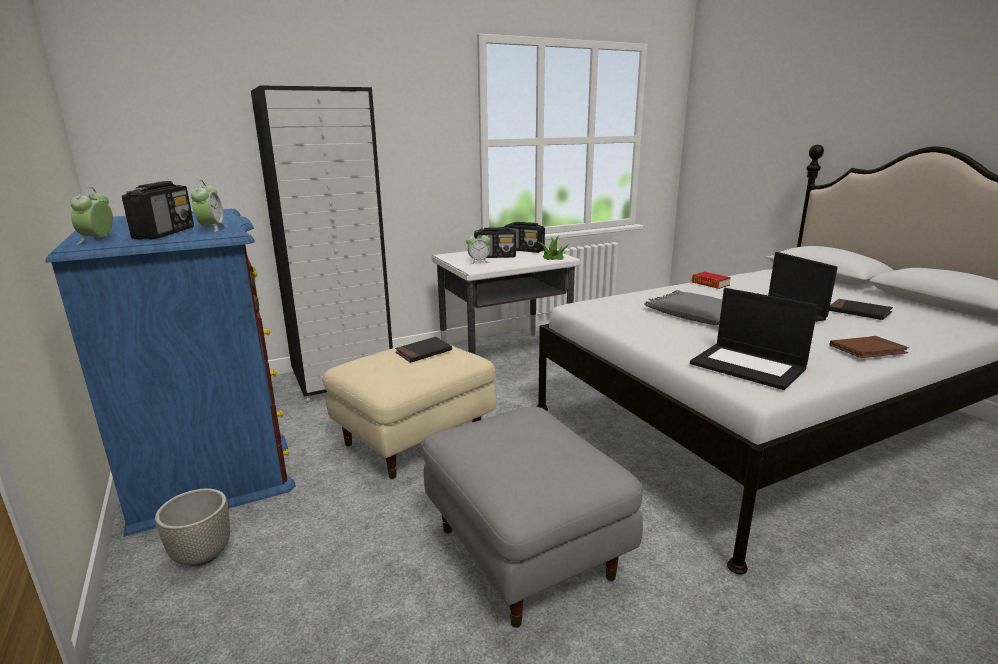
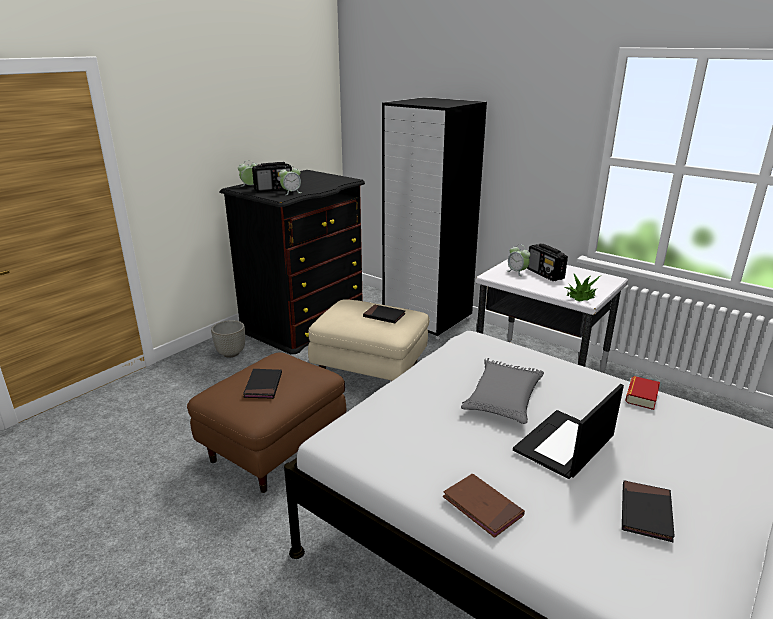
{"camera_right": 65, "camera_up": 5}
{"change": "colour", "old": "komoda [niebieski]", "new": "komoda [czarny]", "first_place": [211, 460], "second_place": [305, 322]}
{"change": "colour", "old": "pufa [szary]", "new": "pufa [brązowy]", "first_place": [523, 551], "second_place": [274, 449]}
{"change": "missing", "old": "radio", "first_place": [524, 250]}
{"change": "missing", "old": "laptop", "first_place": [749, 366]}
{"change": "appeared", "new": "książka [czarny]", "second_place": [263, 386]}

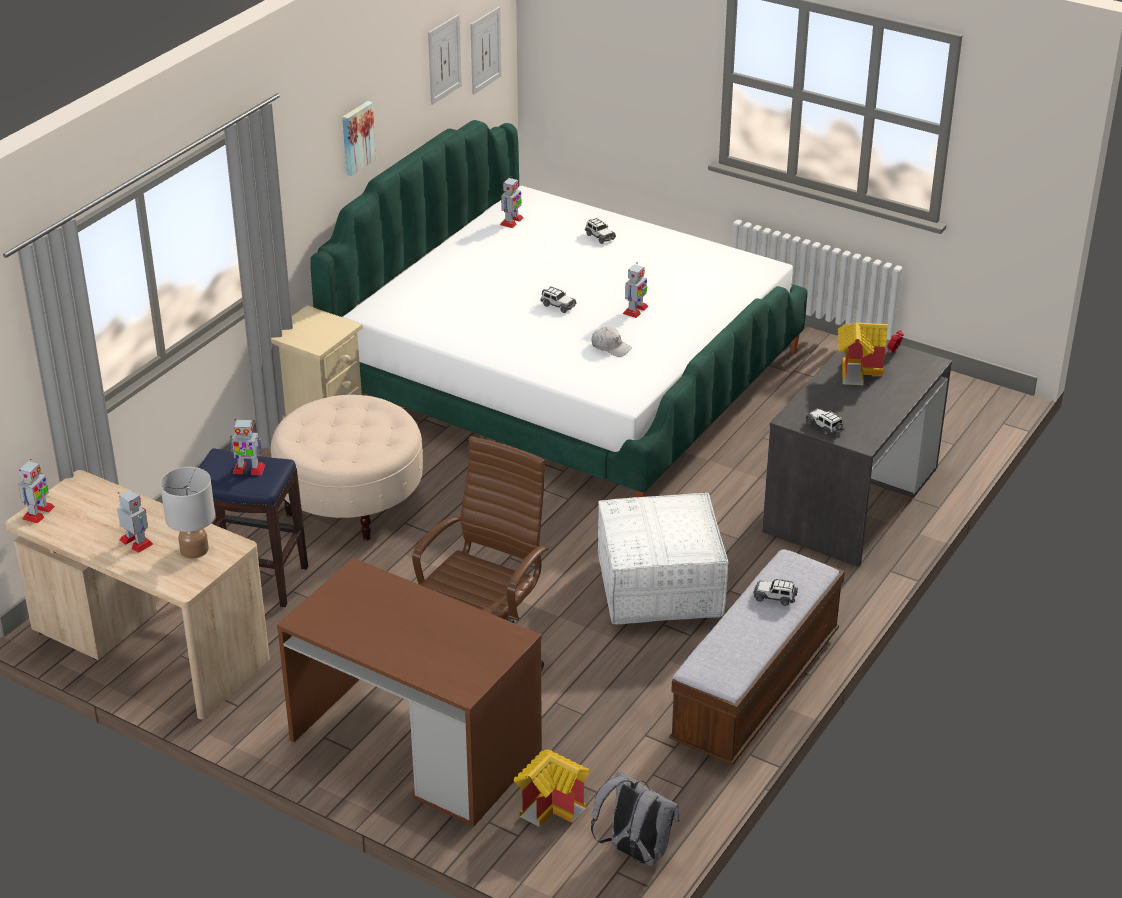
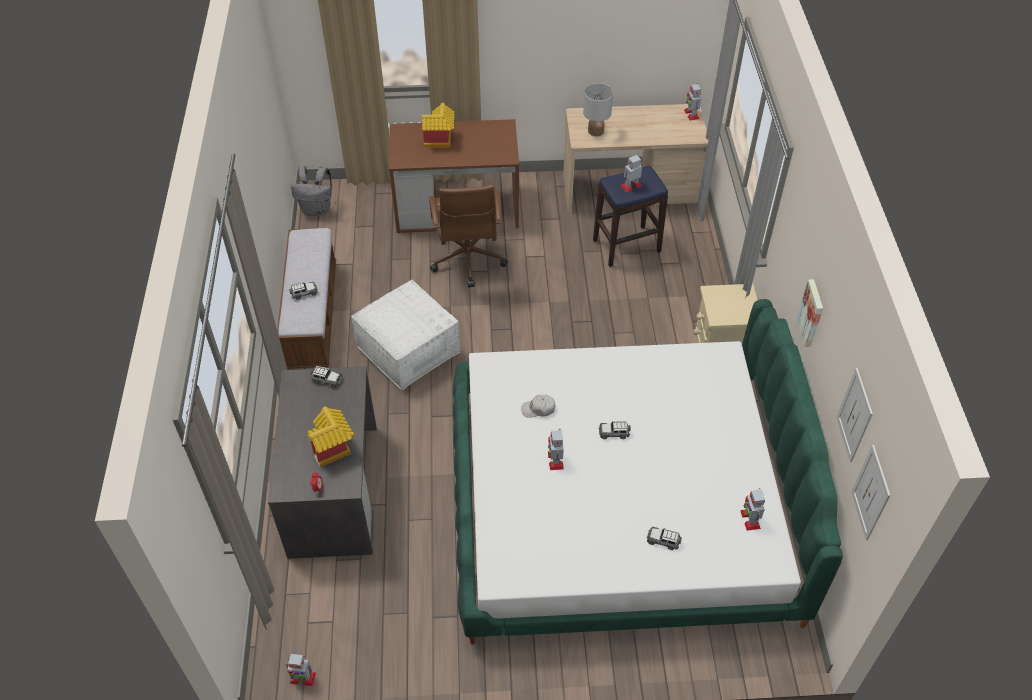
{"camera_right": 145, "camera_up": 15}
{"change": "relocated", "old": "robot zabawkowy", "first_place": [136, 542], "second_place": [302, 678]}
{"change": "missing", "old": "pufa [beżowy]", "first_place": [351, 502]}
{"change": "relocated", "old": "domek", "first_place": [553, 806], "second_place": [439, 141]}

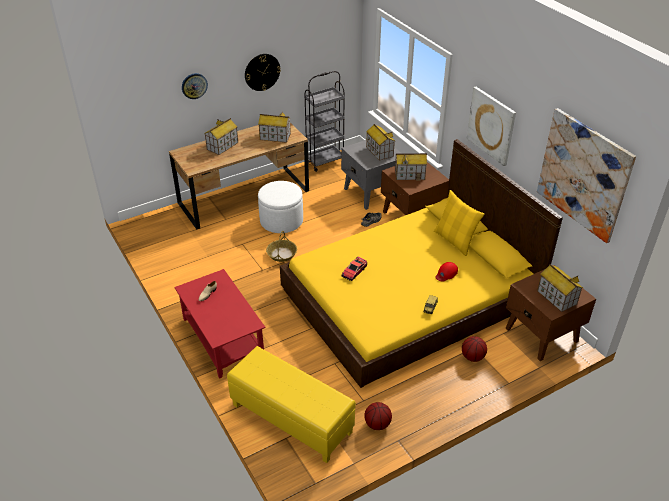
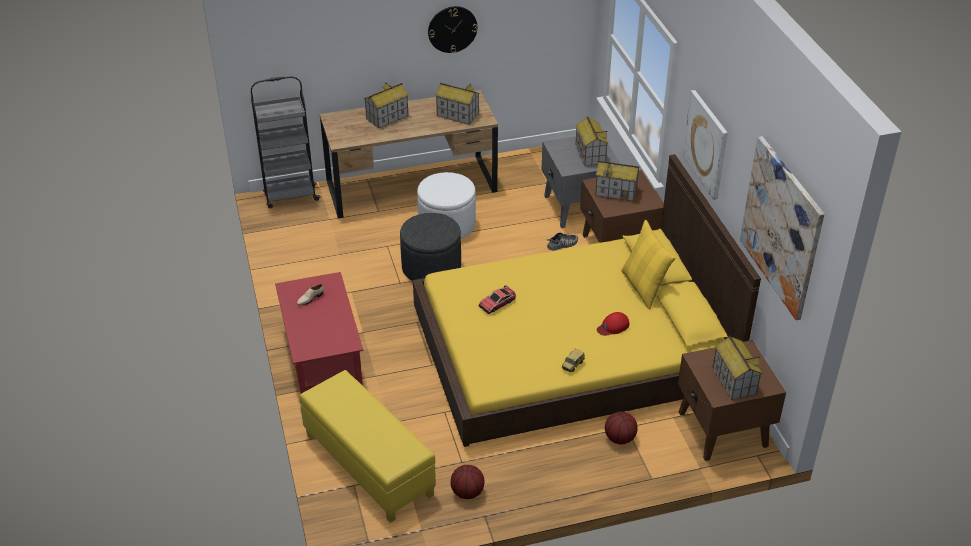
{"camera_right": 15, "camera_up": 0}
{"change": "missing", "old": "zegar ścienny", "first_place": [194, 86]}
{"change": "exchanged", "old": "koszyk", "new": "pufa [szary]", "first_place": [282, 254], "second_place": [431, 267]}
{"change": "relocated", "old": "wózek [szary]", "first_place": [325, 162], "second_place": [291, 197]}

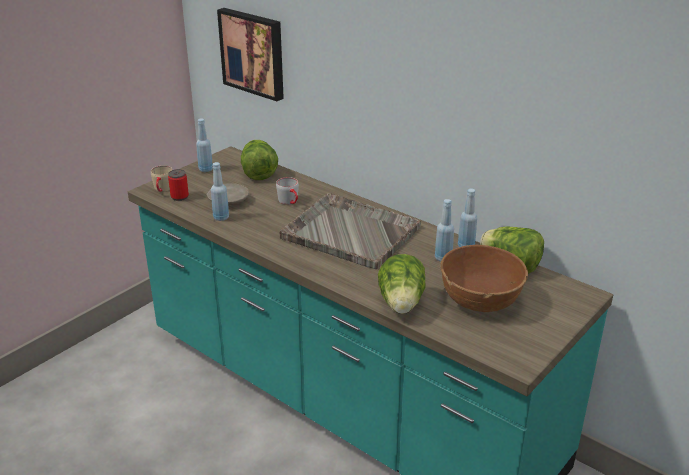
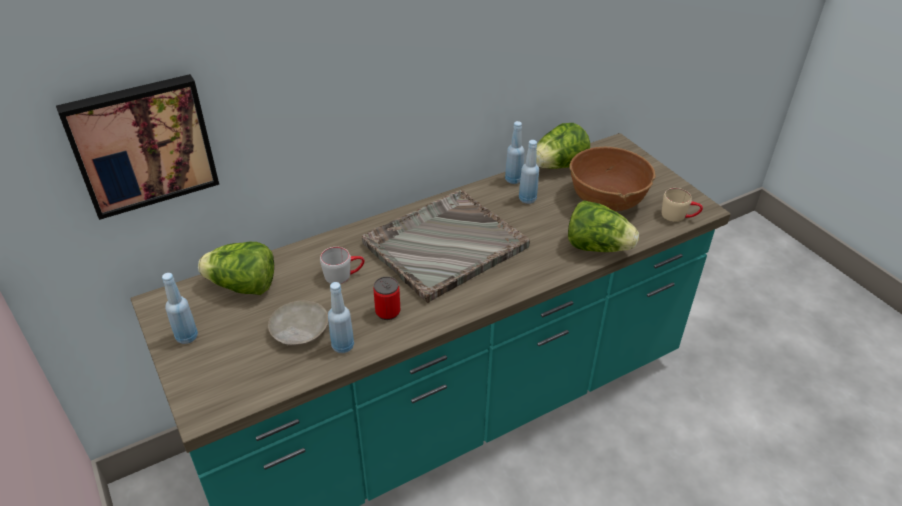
{"camera_right": -70, "camera_up": 10}
{"change": "relocated", "old": "kubek [beżowy]", "first_place": [163, 190], "second_place": [679, 216]}
{"change": "relocated", "old": "puszka", "first_place": [179, 197], "second_place": [387, 312]}

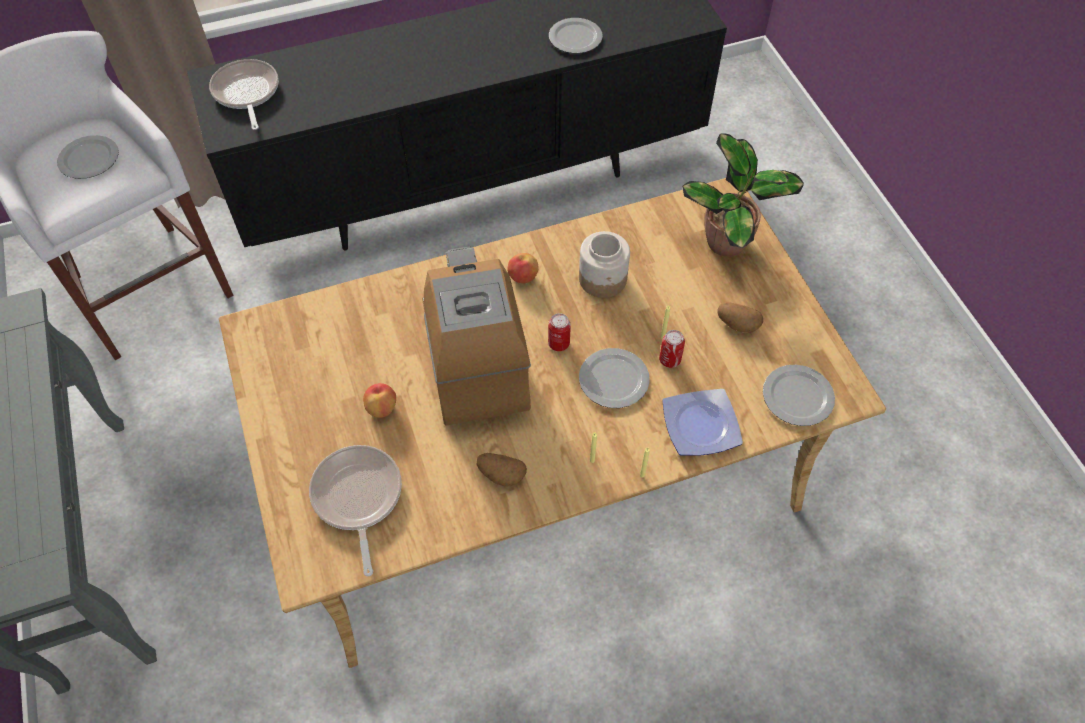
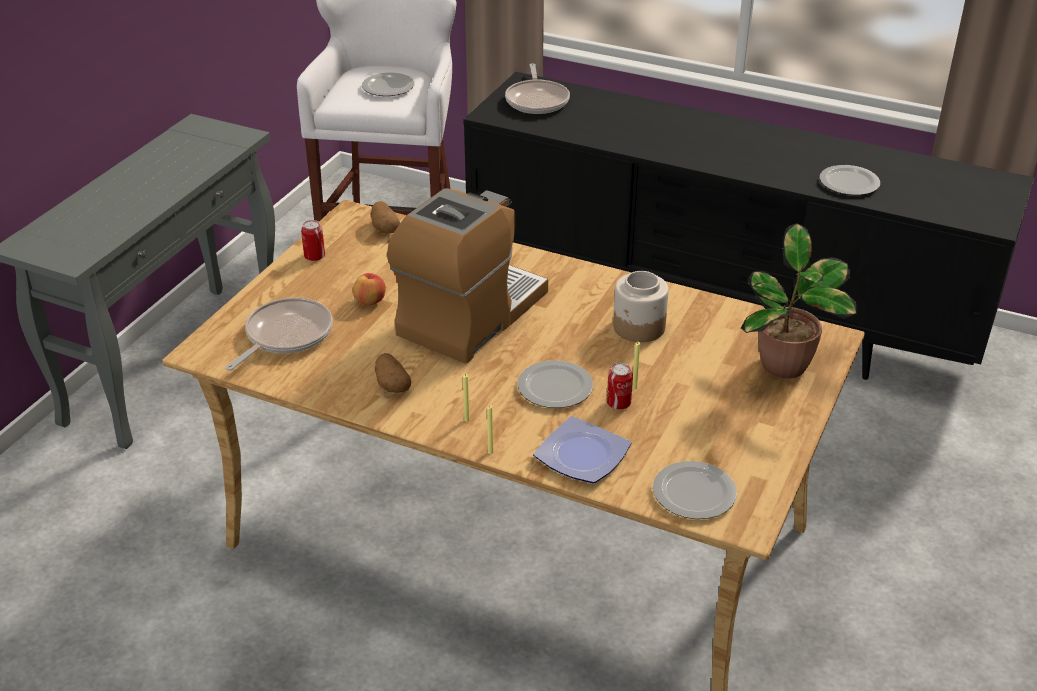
{"camera_right": 45, "camera_up": -20}
{"change": "spun", "old": "patelnia", "first_place": [246, 93], "second_place": [537, 100], "degrees": 150}
{"change": "missing", "old": "jabłko", "first_place": [523, 277]}
{"change": "relocated", "old": "puszka", "first_place": [558, 343], "second_place": [314, 256]}
{"change": "relocated", "old": "ziemniak", "first_place": [737, 324], "second_place": [384, 228]}

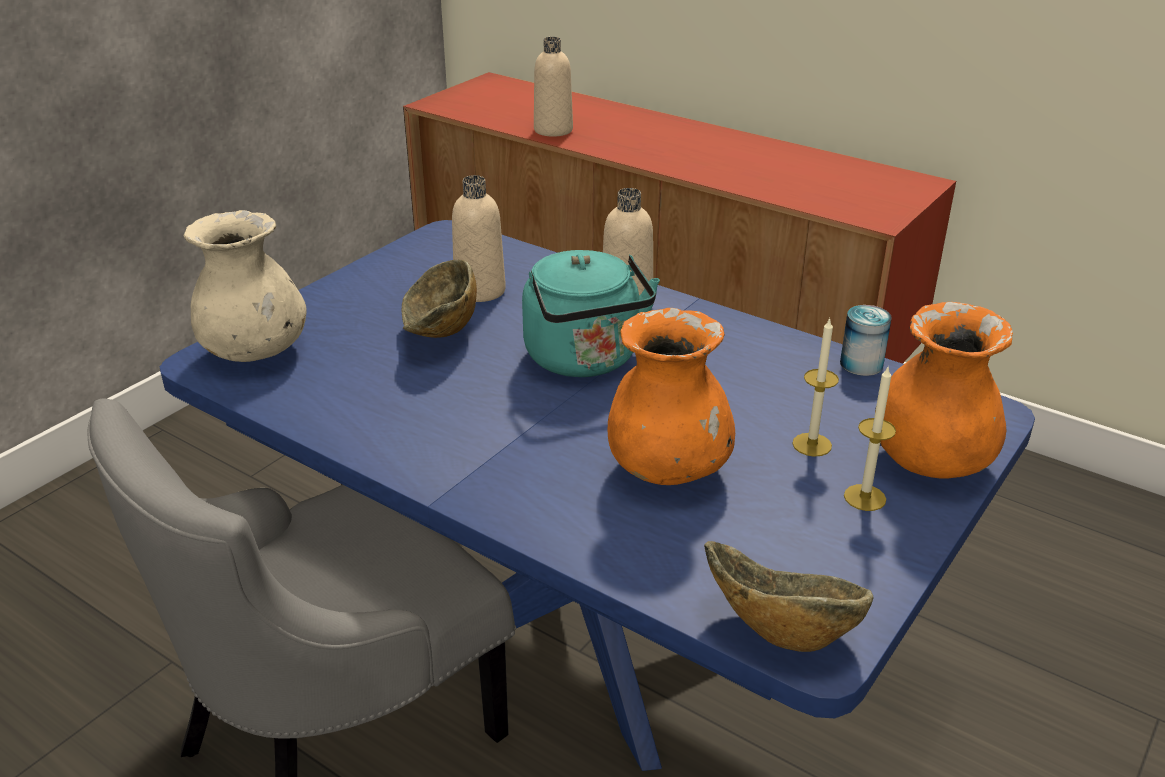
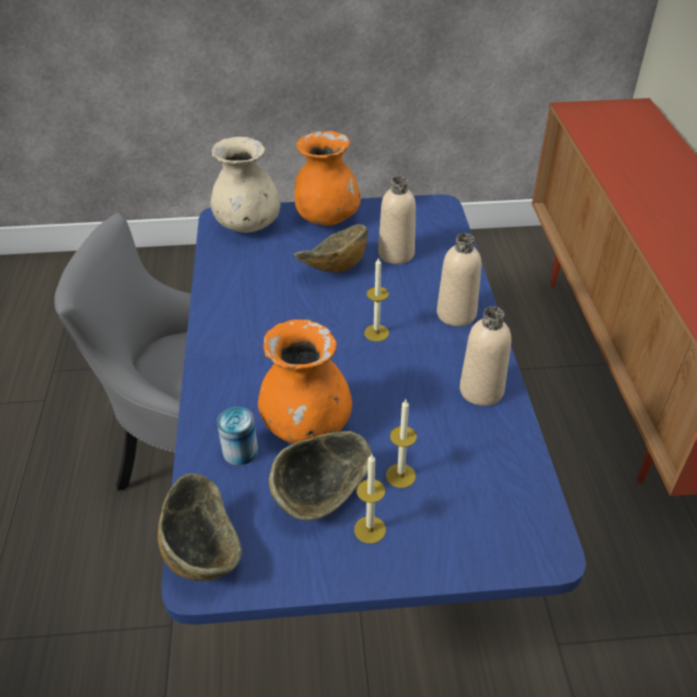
{"camera_right": 50, "camera_up": 10}
{"change": "exchanged", "old": "czajnik [turkusowy]", "new": "świeca", "first_place": [585, 360], "second_place": [376, 333]}
{"change": "relocated", "old": "butelka [beżowy]", "first_place": [553, 130], "second_place": [481, 391]}
{"change": "relocated", "old": "puszka", "first_place": [861, 364], "second_place": [240, 451]}
{"change": "relocated", "old": "wazon [pomarańczowy]", "first_place": [931, 462], "second_place": [327, 218]}
{"change": "appeared", "new": "miska", "second_place": [320, 497]}

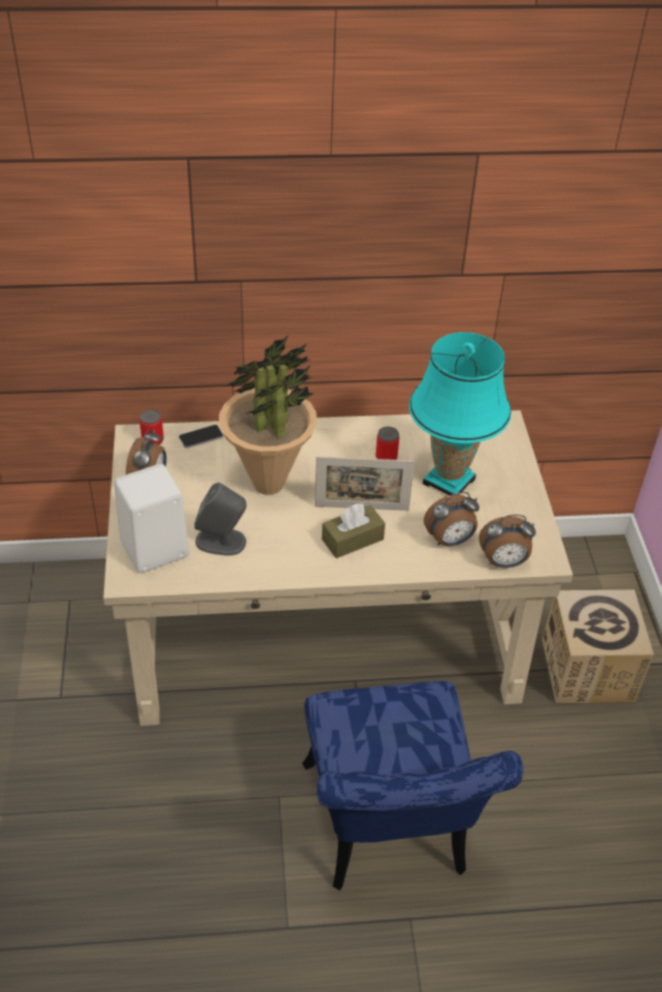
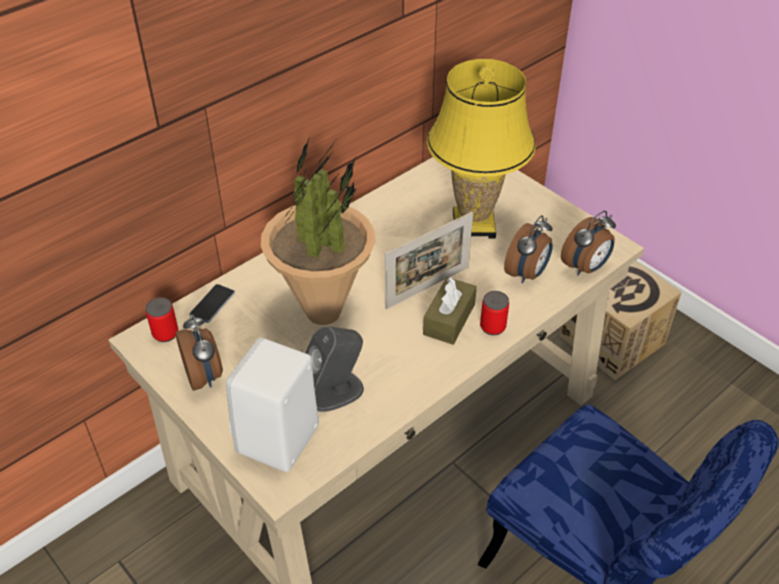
{"camera_right": -35, "camera_up": 0}
{"change": "relocated", "old": "puszka", "first_place": [386, 457], "second_place": [492, 326]}
{"change": "colour", "old": "lampa stołowa [turkusowy]", "new": "lampa stołowa [żółty]", "first_place": [448, 481], "second_place": [473, 225]}

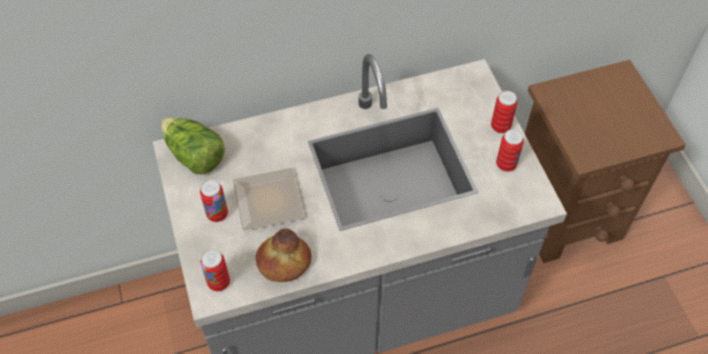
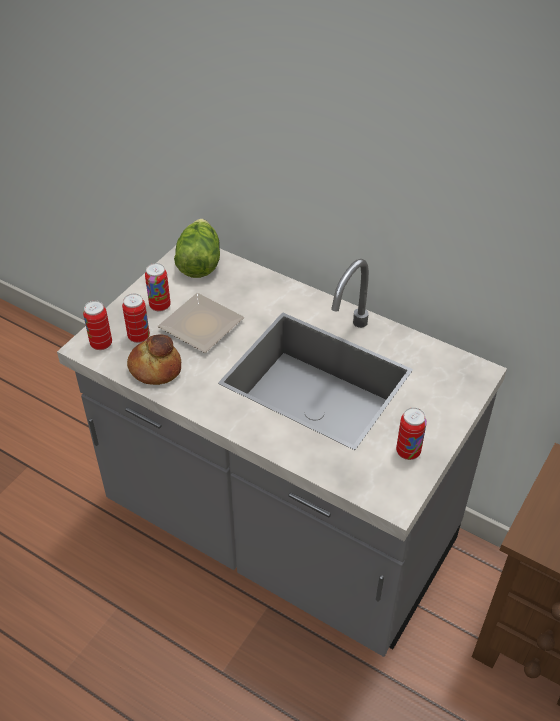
{"camera_right": 50, "camera_up": -10}
{"change": "relocated", "old": "puszka", "first_place": [500, 126], "second_place": [139, 336]}

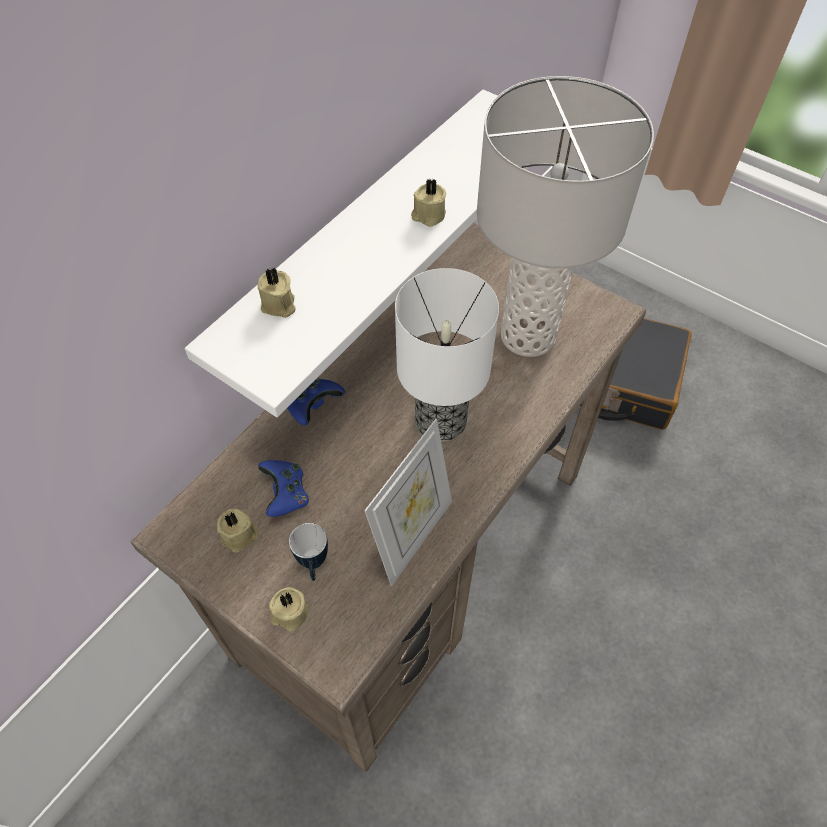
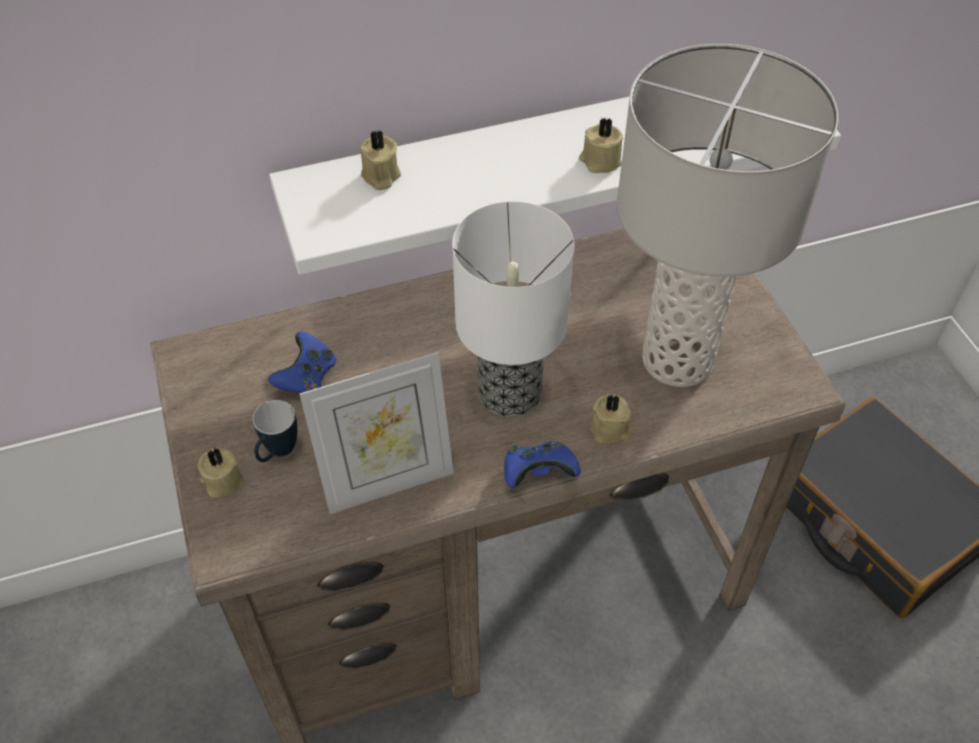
{"camera_right": 35, "camera_up": -5}
{"change": "relocated", "old": "świeca [beżowy]", "first_place": [240, 536], "second_place": [610, 430]}
{"change": "relocated", "old": "pad do gier [niebieski]", "first_place": [314, 408], "second_place": [538, 474]}

